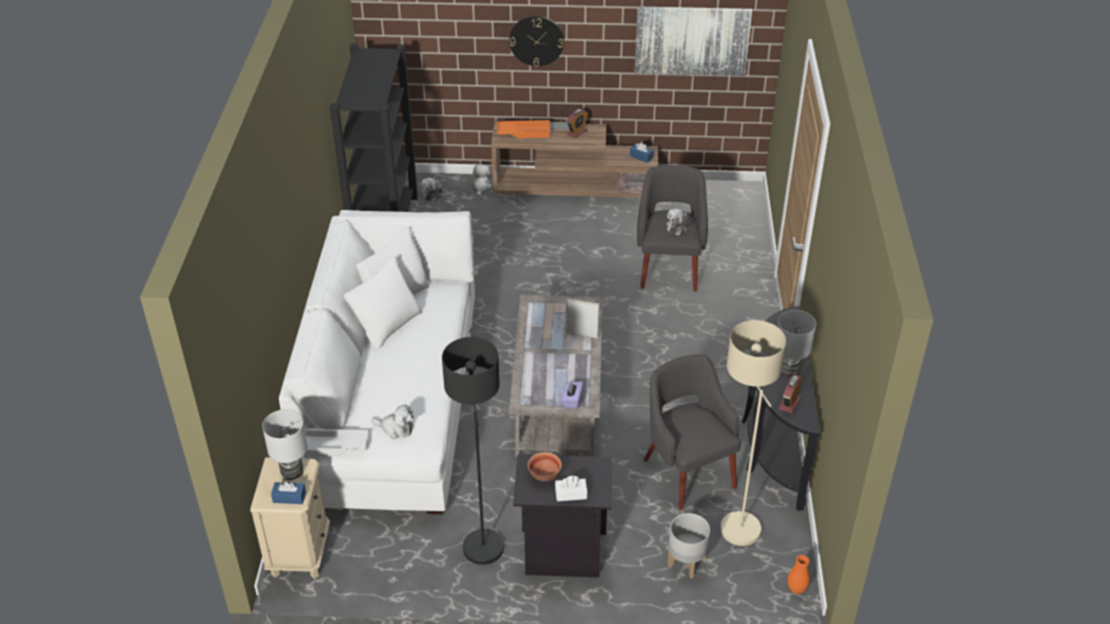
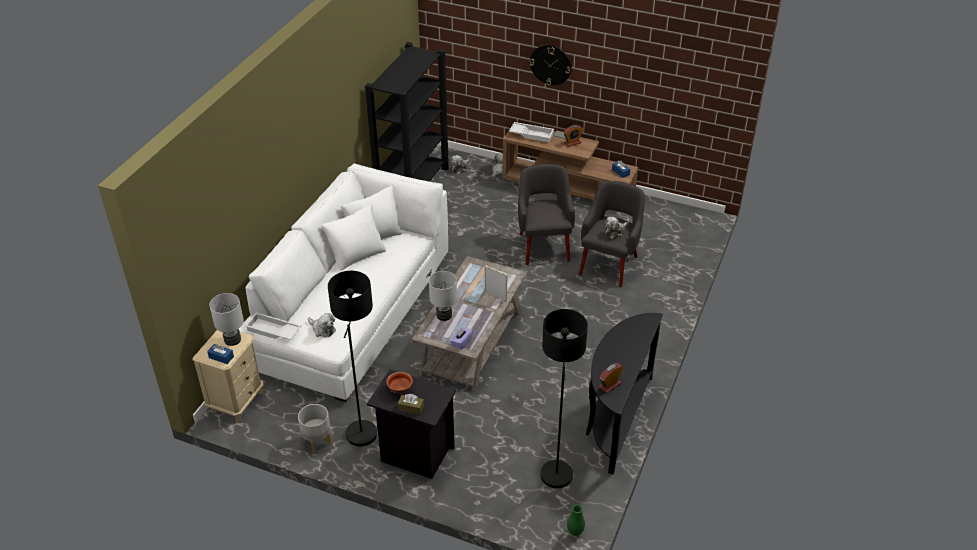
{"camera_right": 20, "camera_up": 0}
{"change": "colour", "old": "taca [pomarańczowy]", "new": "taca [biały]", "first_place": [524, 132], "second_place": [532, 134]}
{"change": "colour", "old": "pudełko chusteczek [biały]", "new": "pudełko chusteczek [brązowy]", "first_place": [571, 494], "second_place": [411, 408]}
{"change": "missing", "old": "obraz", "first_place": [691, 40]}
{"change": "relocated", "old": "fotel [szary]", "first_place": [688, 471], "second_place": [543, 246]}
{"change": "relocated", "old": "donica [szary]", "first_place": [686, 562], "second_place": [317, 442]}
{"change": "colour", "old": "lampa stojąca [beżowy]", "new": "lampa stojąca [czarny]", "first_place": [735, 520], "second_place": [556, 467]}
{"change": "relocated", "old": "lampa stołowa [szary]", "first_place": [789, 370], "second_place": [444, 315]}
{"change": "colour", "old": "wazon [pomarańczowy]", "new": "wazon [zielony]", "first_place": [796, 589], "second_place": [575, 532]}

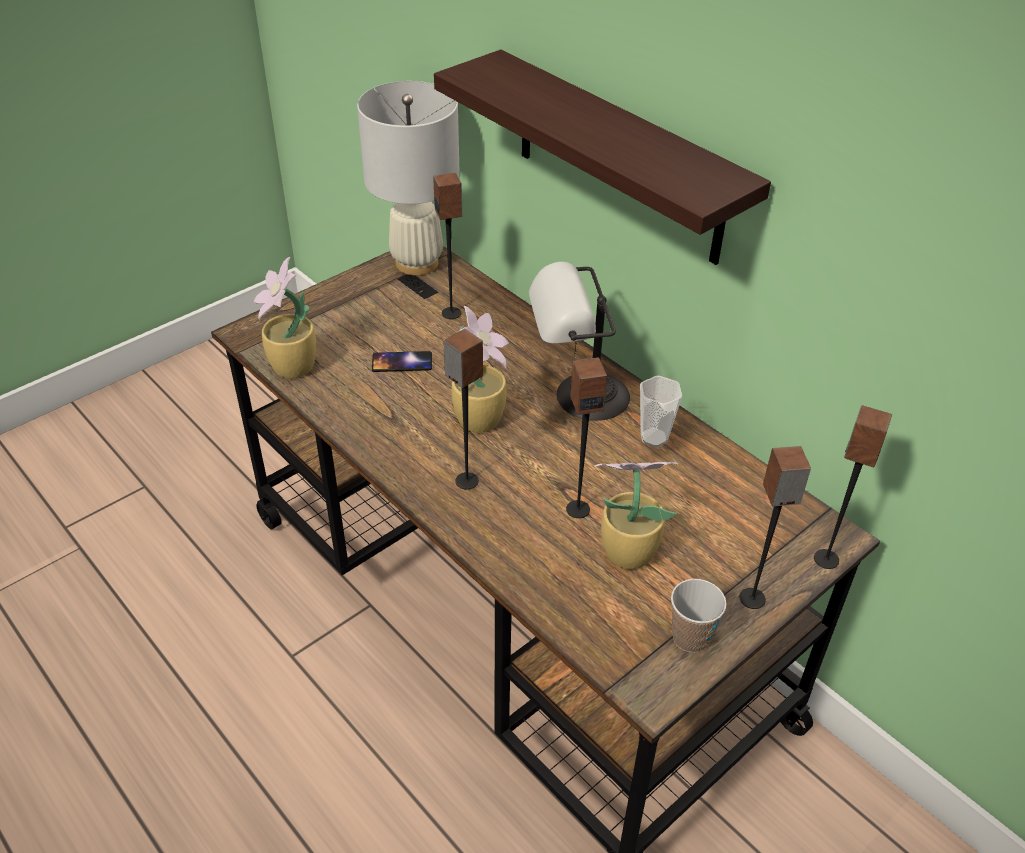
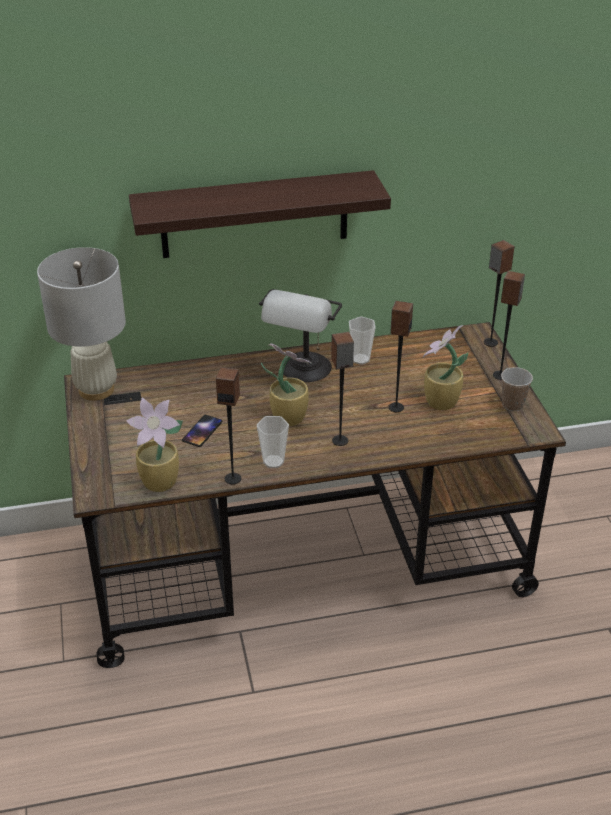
{"camera_right": -60, "camera_up": -5}
{"change": "relocated", "old": "głośnik", "first_place": [451, 313], "second_place": [233, 478]}
{"change": "appeared", "new": "filiżanka", "second_place": [273, 462]}

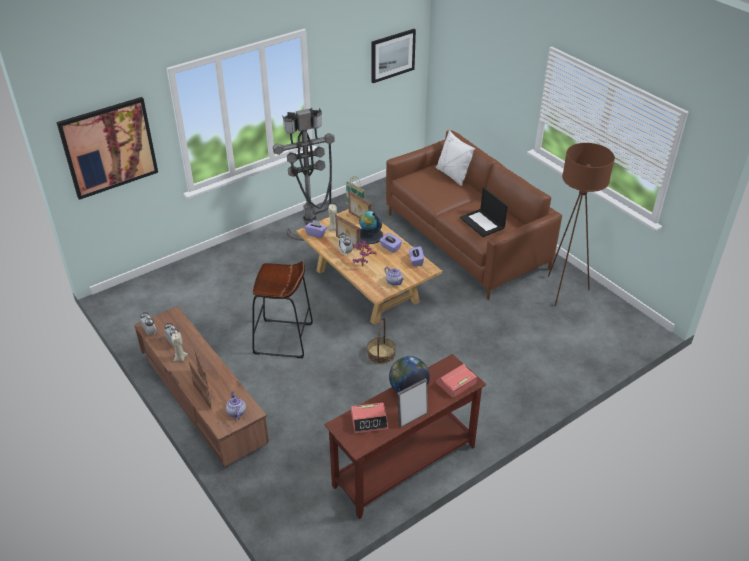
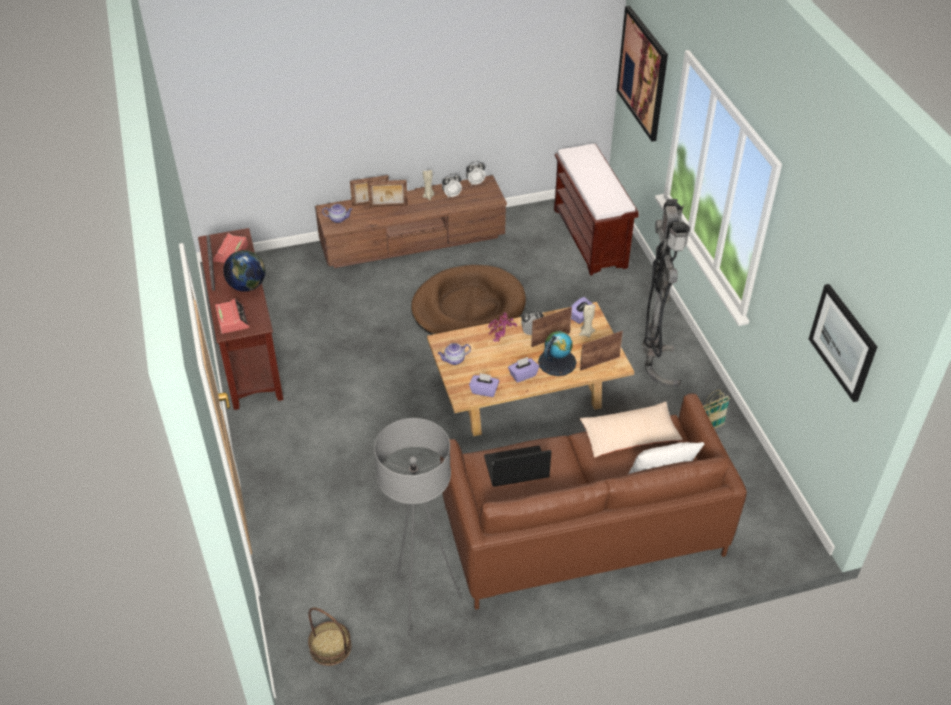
{"camera_right": 110, "camera_up": 5}
{"change": "exchanged", "old": "stołek [brązowy]", "new": "legowisko [brązowy]", "first_place": [283, 339], "second_place": [468, 307]}
{"change": "relocated", "old": "koszyk", "first_place": [381, 354], "second_place": [330, 647]}
{"change": "colour", "old": "lampa stojąca [brązowy]", "new": "lampa stojąca [szary]", "first_place": [563, 290], "second_place": [421, 603]}
{"change": "appeared", "new": "ławka [brązowy]", "second_place": [591, 238]}
{"change": "appeared", "new": "poduszka [beżowy]", "second_place": [629, 436]}

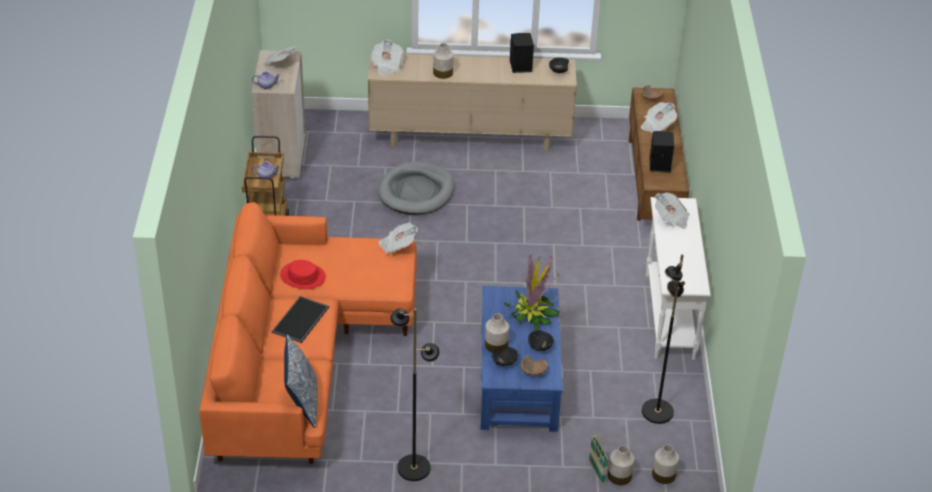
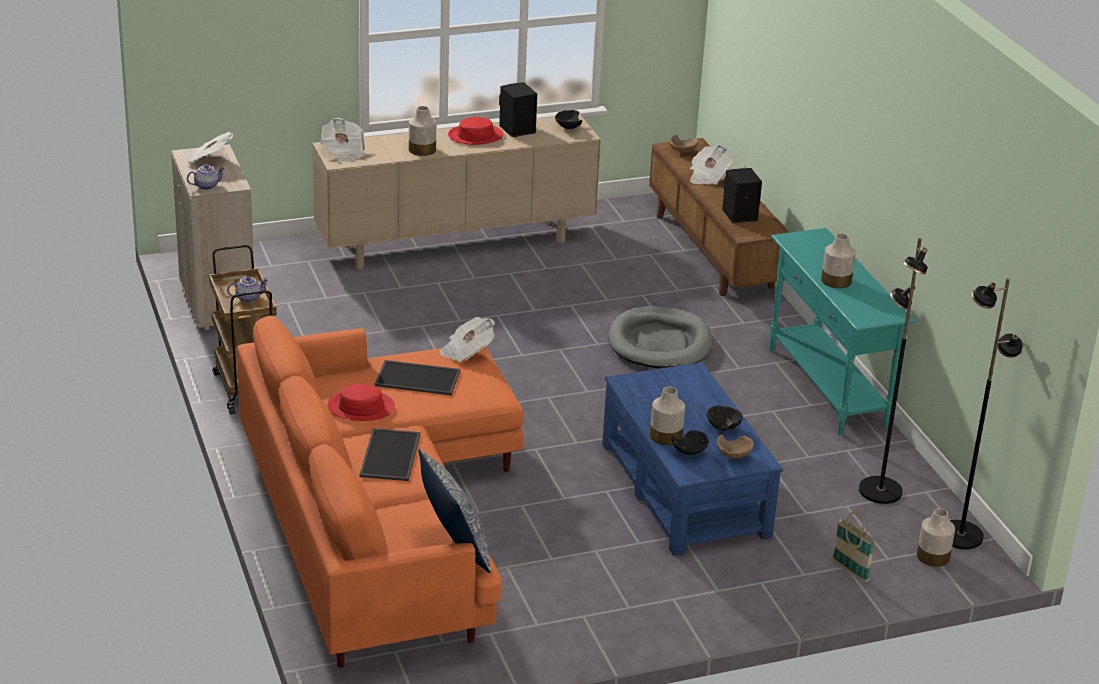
{"camera_right": -20, "camera_up": -10}
{"change": "relocated", "old": "legowisko [szary]", "first_place": [416, 192], "second_place": [660, 343]}
{"change": "relocated", "old": "lampa stojąca [czarny]", "first_place": [413, 467], "second_place": [959, 535]}
{"change": "missing", "old": "roślina doniczkowa", "first_place": [531, 313]}
{"change": "relocated", "old": "wazon [beżowy]", "first_place": [619, 475], "second_place": [835, 280]}
{"change": "colour", "old": "stolik konsolowy [biały]", "new": "stolik konsolowy [turkusowy]", "first_place": [669, 316], "second_place": [826, 388]}
{"change": "missing", "old": "gazeta", "first_place": [671, 218]}
{"change": "appeared", "new": "taca", "second_place": [418, 378]}
{"change": "appeared", "new": "kapelusz [czerwony]", "second_place": [475, 136]}

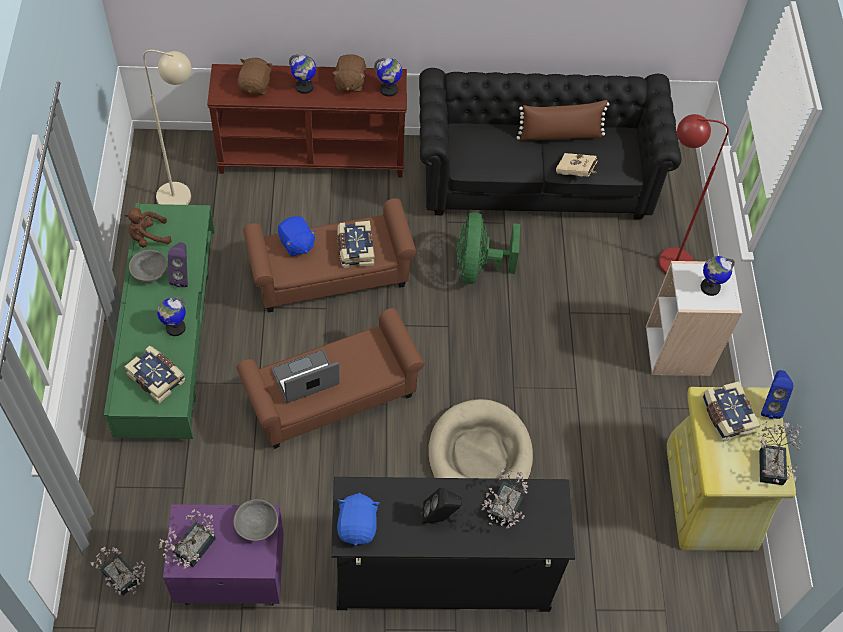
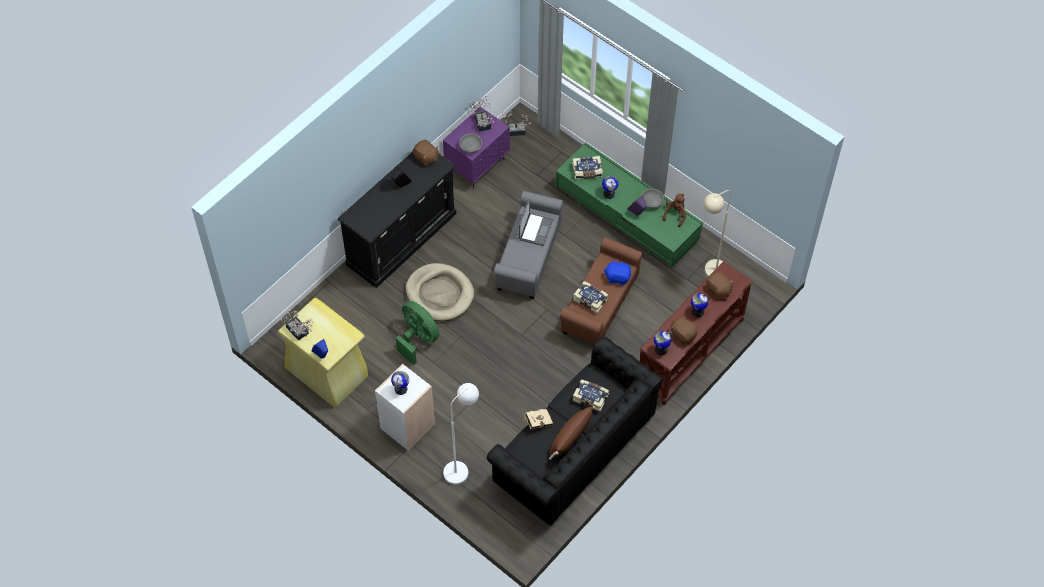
{"camera_right": 135, "camera_up": 0}
{"change": "colour", "old": "pufa [brązowy]", "new": "pufa [szary]", "first_place": [332, 397], "second_place": [528, 258]}
{"change": "colour", "old": "pluszak [niebieski]", "new": "pluszak [brązowy]", "first_place": [357, 526], "second_place": [426, 158]}
{"change": "relocated", "old": "wentylator [zielony]", "first_place": [478, 267], "second_place": [418, 339]}
{"change": "missing", "old": "roślina doniczkowa", "first_place": [502, 511]}
{"change": "colour", "old": "lampa stojąca [czerwony]", "new": "lampa stojąca [biały]", "first_place": [664, 263], "second_place": [461, 468]}
{"change": "relocated", "old": "książka", "first_place": [726, 416], "second_place": [591, 397]}

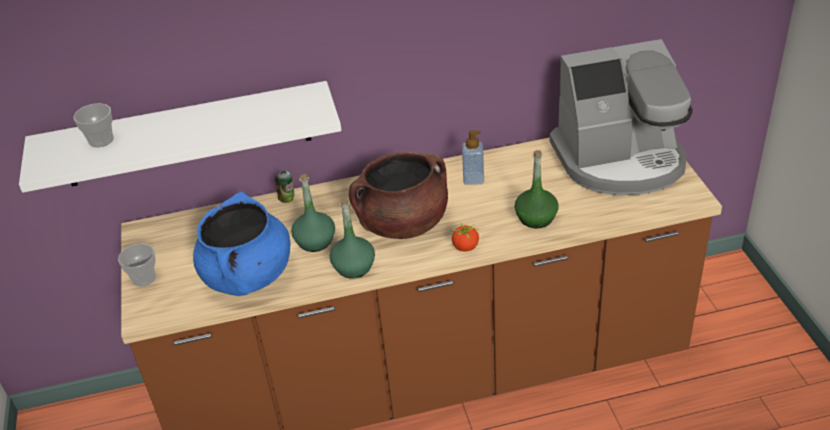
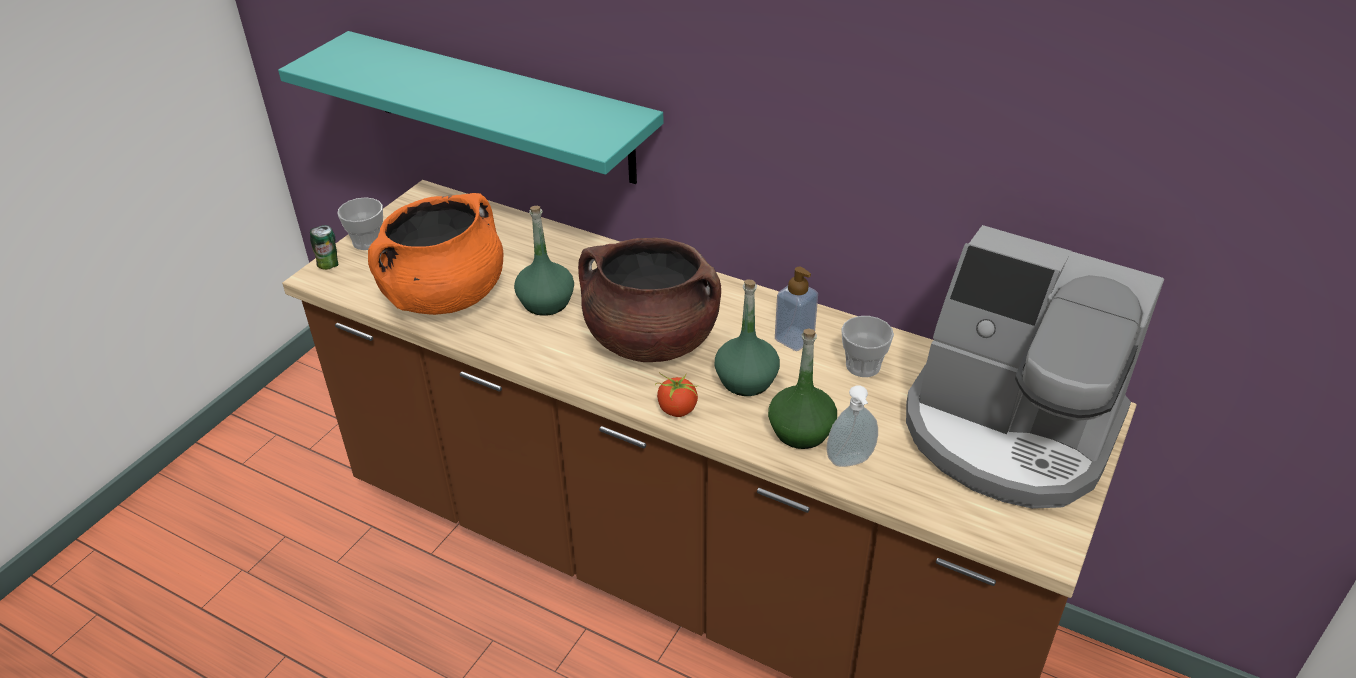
{"camera_right": 40, "camera_up": 0}
{"change": "colour", "old": "półka [biały]", "new": "półka [turkusowy]", "first_place": [186, 135], "second_place": [500, 107]}
{"change": "relocated", "old": "filiżanka", "first_place": [101, 140], "second_place": [863, 366]}
{"change": "colour", "old": "garnek [niebieski]", "new": "garnek [pomarańczowy]", "first_place": [248, 276], "second_place": [445, 296]}
{"change": "relocated", "old": "puszka", "first_place": [288, 198], "second_place": [329, 265]}
{"change": "relocated", "old": "butelka [zielony]", "first_place": [353, 267], "second_place": [746, 380]}
{"change": "appeared", "new": "dozownik mydła", "second_place": [850, 462]}

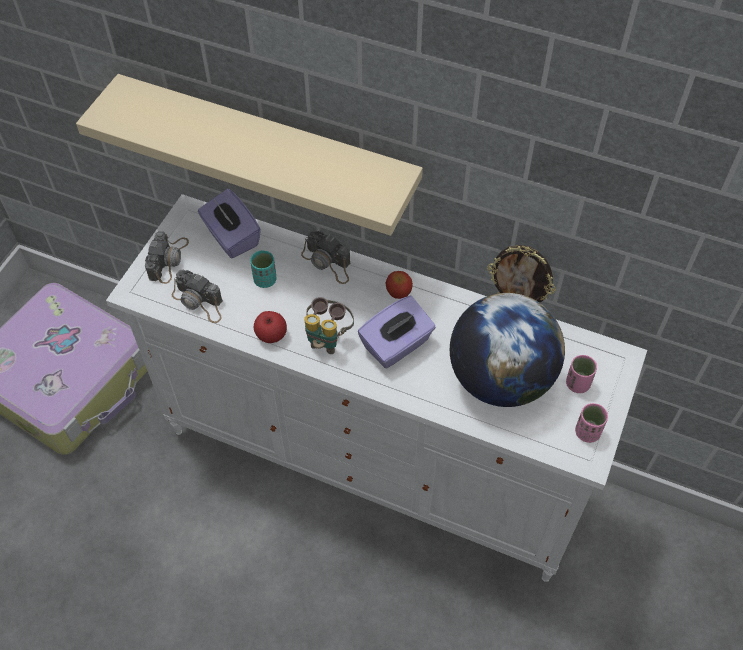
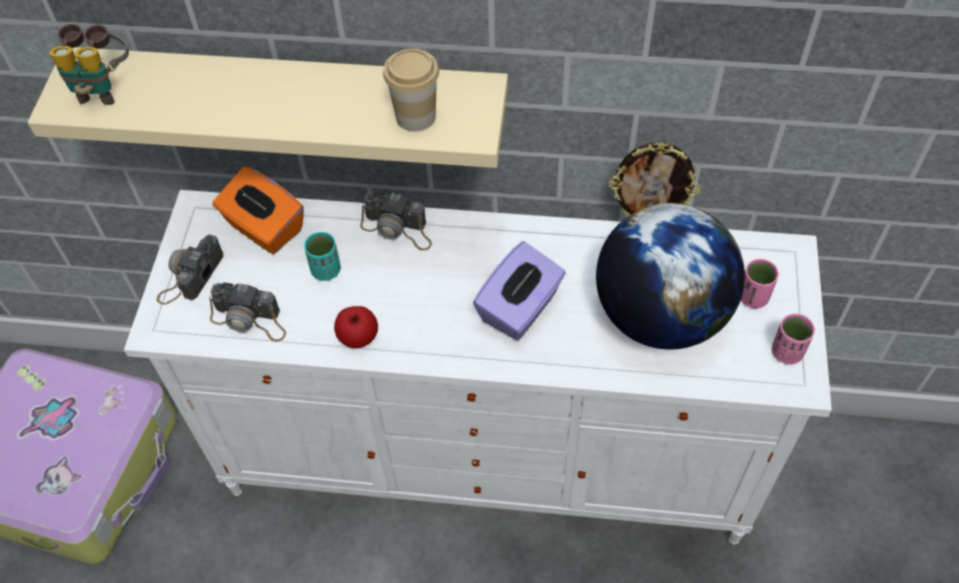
{"camera_right": -15, "camera_up": 0}
{"change": "spun", "old": "aparat fotograficzny", "first_place": [168, 259], "second_place": [191, 276], "degrees": -150}
{"change": "colour", "old": "pudełko chusteczek [fioletowy]", "new": "pudełko chusteczek [pomarańczowy]", "first_place": [231, 237], "second_place": [264, 228]}
{"change": "relocated", "old": "lornetka", "first_place": [327, 338], "second_place": [102, 88]}
{"change": "missing", "old": "jabłko", "first_place": [398, 293]}
{"change": "appeared", "new": "filiżanka", "second_place": [416, 116]}

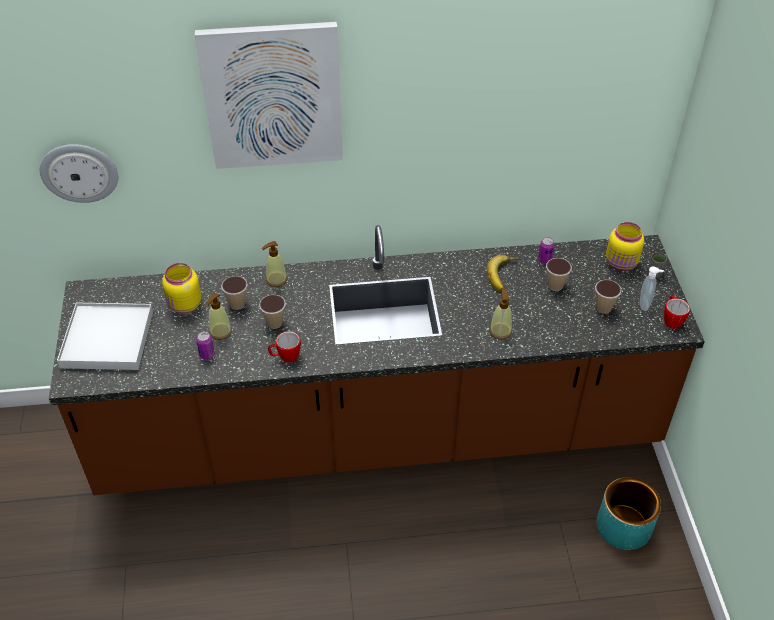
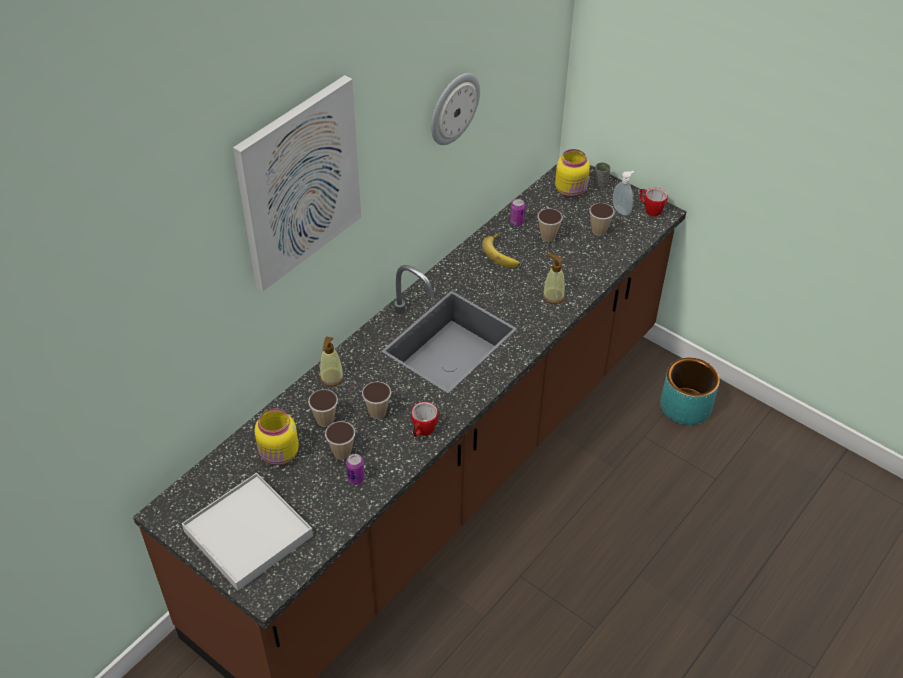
{"camera_right": -45, "camera_up": 0}
{"change": "relocated", "old": "zegar ścienny", "first_place": [79, 172], "second_place": [453, 108]}
{"change": "exchanged", "old": "dozownik mydła", "new": "filiżanka", "first_place": [220, 332], "second_place": [342, 452]}

